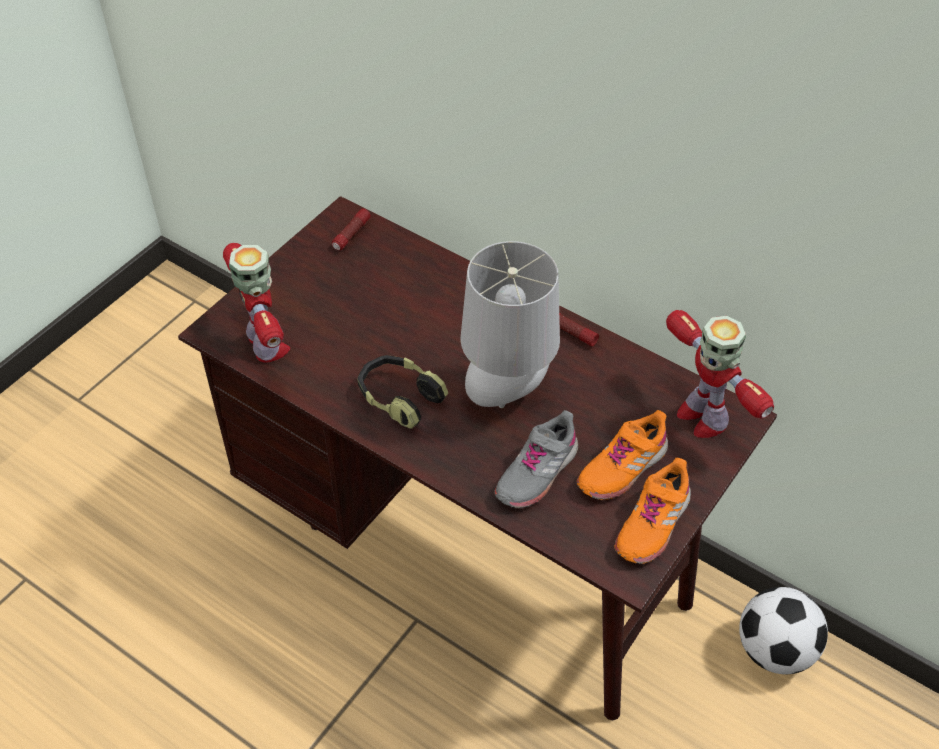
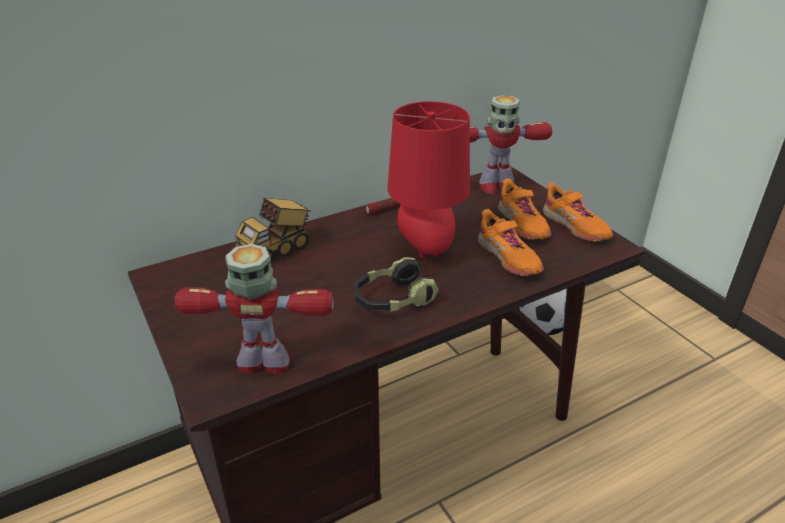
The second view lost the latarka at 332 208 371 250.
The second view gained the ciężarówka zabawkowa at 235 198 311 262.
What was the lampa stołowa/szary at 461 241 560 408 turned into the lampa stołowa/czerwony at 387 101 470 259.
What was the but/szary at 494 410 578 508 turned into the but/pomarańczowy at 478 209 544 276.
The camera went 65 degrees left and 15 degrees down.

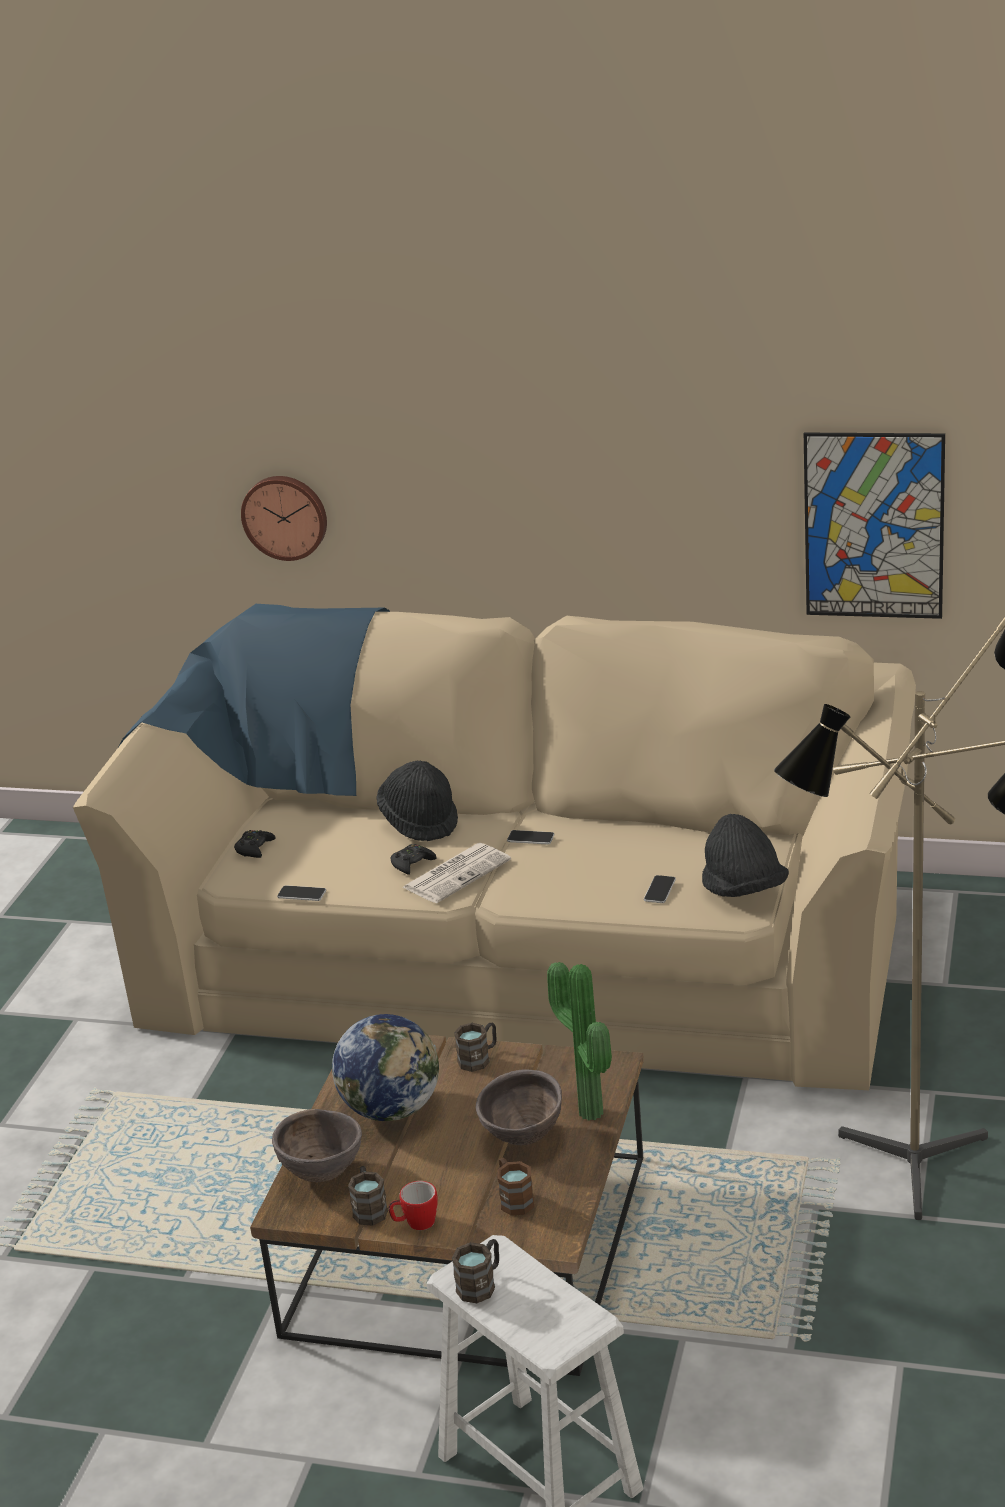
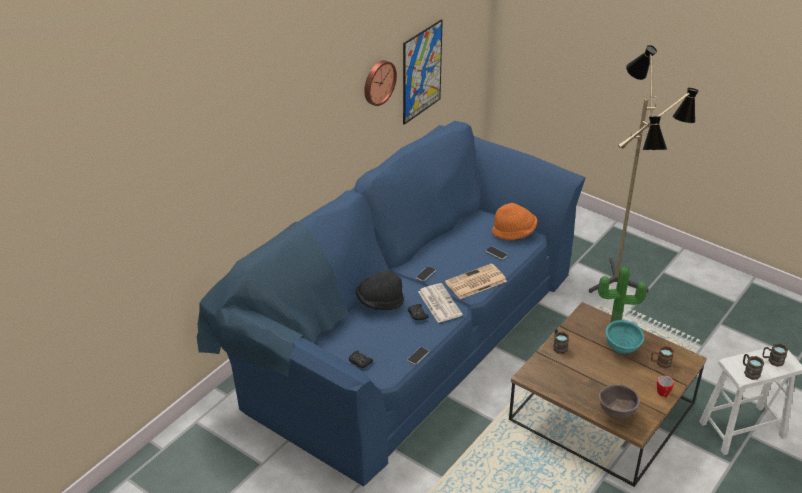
The second view lost the globus at 332 1014 439 1121.
The second view gained the gazeta at 445 263 507 299.
The zegar ścienny ended up elsewhere, having gone from 241 476 327 561 to 364 60 397 106.
The kubek/brązowy ended up elsewhere, having gone from 348 1166 388 1226 to 763 343 788 367.
What was the kanapa/beżowy at 73 604 916 1090 turned into the kanapa/niebieski at 197 121 586 487.
What was the miska/brązowy at 475 1069 562 1145 turned into the miska/turkusowy at 605 320 644 354.
What was the kapelusz/czarny at 702 814 789 897 turned into the kapelusz/pomarańczowy at 492 203 537 240.
The camera went 70 degrees left and 10 degrees up.

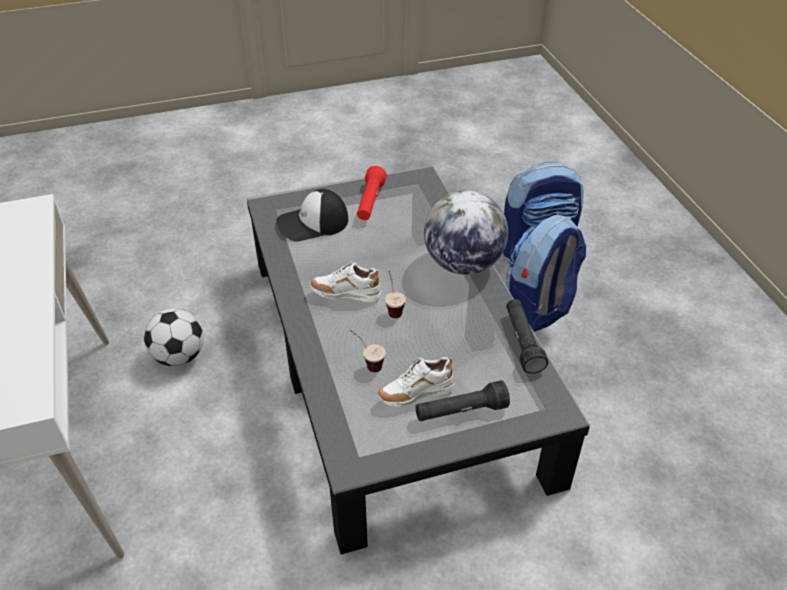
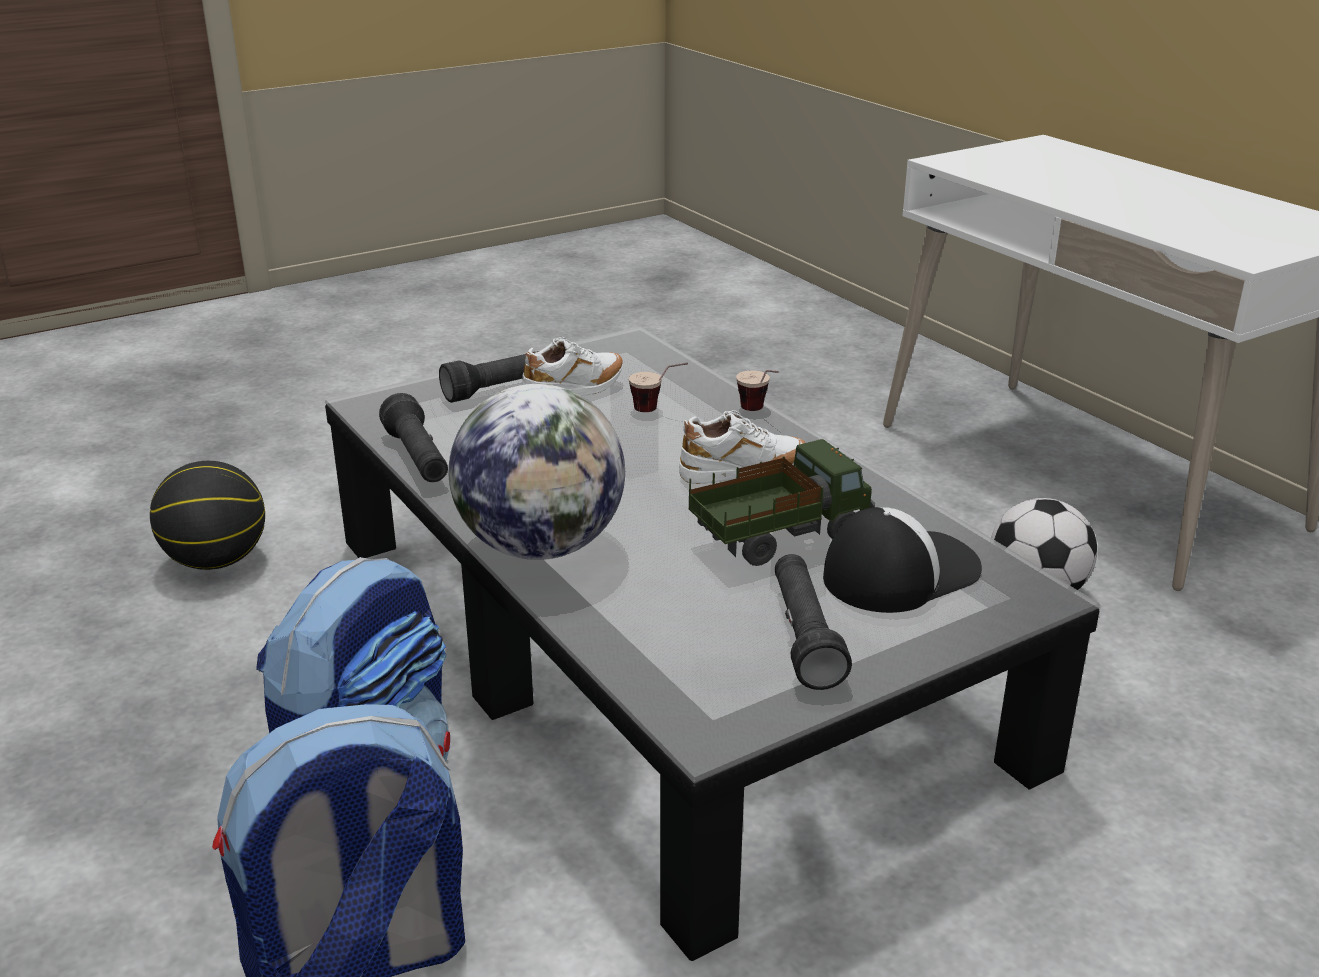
The second view gained the piłka do koszykówki at 150 461 265 570.
The second view gained the ciężarówka zabawkowa at 688 439 875 566.
The filiżanka ended up elsewhere, having gone from 385 271 406 318 to 736 370 779 411.
What was the latarka/czerwony at 357 166 387 220 turned into the latarka/czarny at 775 554 852 690.
The camera went 165 degrees right and 15 degrees down.

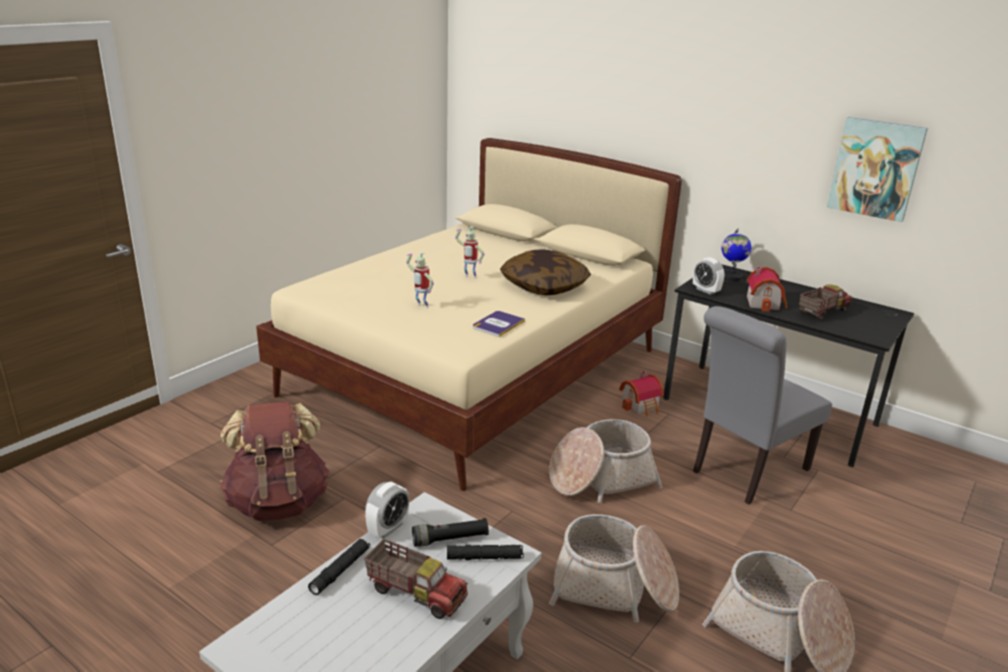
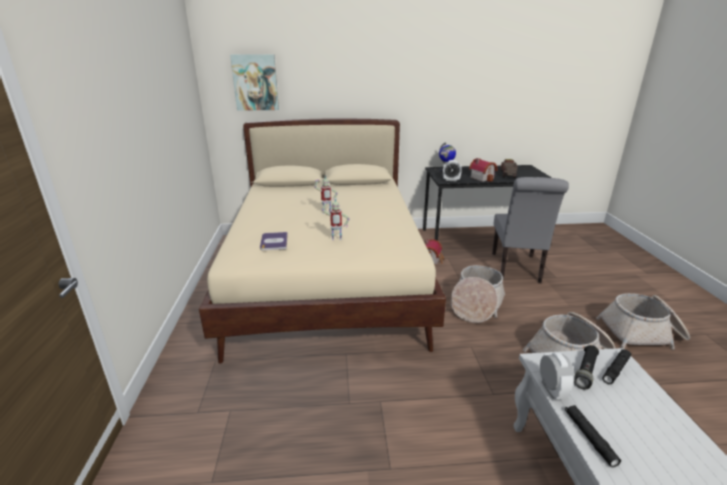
The second view lost the plecak/brązowy at 220 401 330 521.
The second view lost the ciężarówka zabawkowa at 364 539 468 619.
The second view lost the poduszka at 500 250 591 295.
The książka ended up elsewhere, having gone from 473 311 525 337 to 260 232 288 250.
The obraz ended up elsewhere, having gone from 827 117 928 222 to 230 54 279 111.
The camera went 40 degrees left and 0 degrees up.

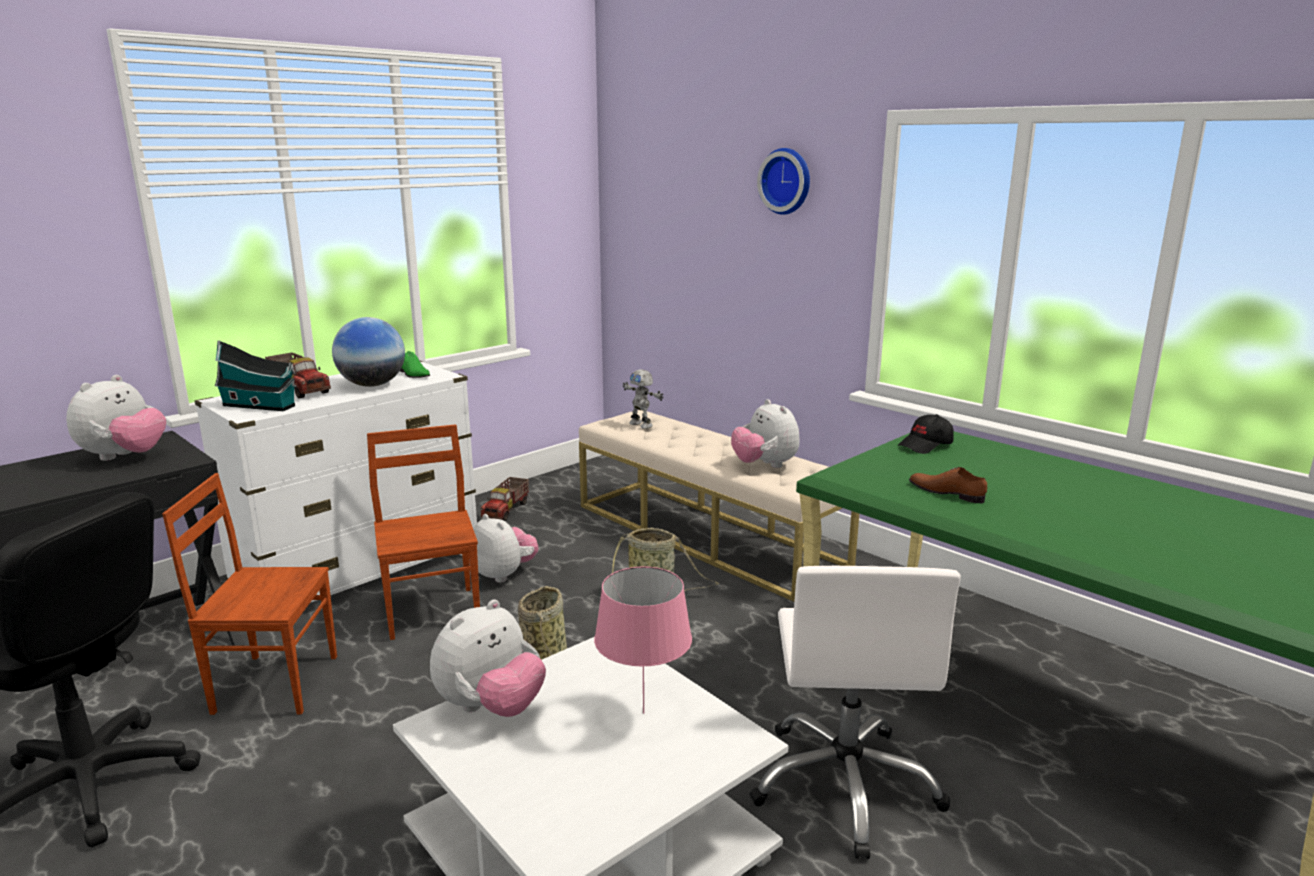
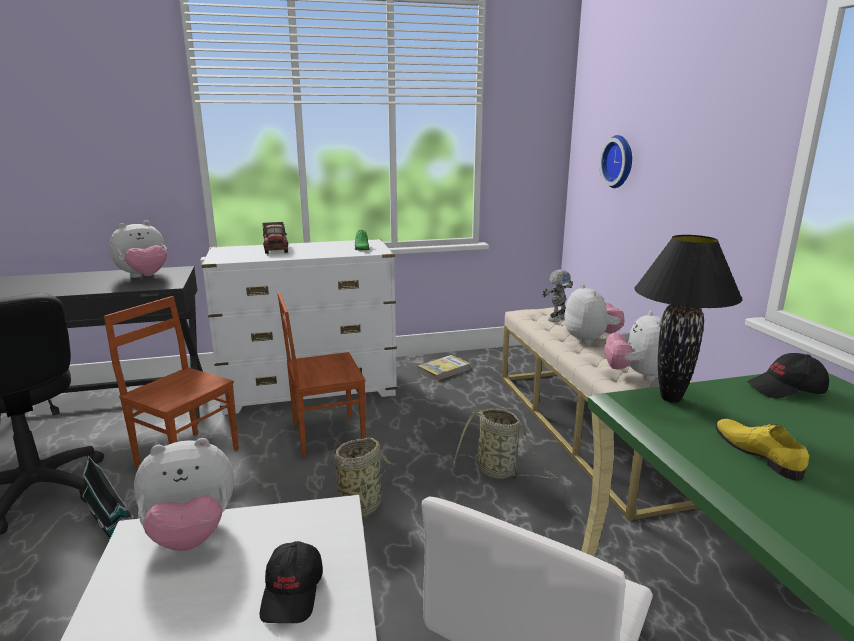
The second view lost the globus at 332 317 405 387.
The second view gained the lampa stołowa/czarny at 634 235 743 403.
The domek ended up elsewhere, having gone from 215 340 297 411 to 82 456 135 538.
The pluszak ended up elsewhere, having gone from 473 514 538 583 to 564 284 625 344.
The zegar ścienny ended up elsewhere, having gone from 757 148 810 215 to 599 135 632 188.
Where the ciężarówka zabawkowa stood at 481 477 529 521, the książka came to stand at 418 355 470 381.
Where the lampa stołowa/różowy stood at 594 566 692 714, the czapka z daszkiem/czarny came to stand at 260 541 323 623.
What was the but/brązowy at 909 467 987 503 turned into the but/żółty at 715 419 809 481.
The krzesło/brązowy at 367 424 480 640 ended up facing another way, 120 degrees counterclockwise from before.
The robot zabawkowy at 623 369 664 429 ended up facing another way, 120 degrees counterclockwise from before.
The camera went 30 degrees right and 0 degrees up.

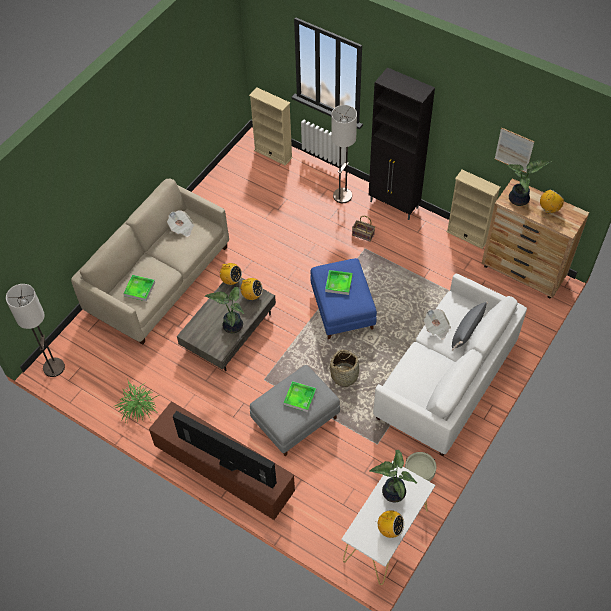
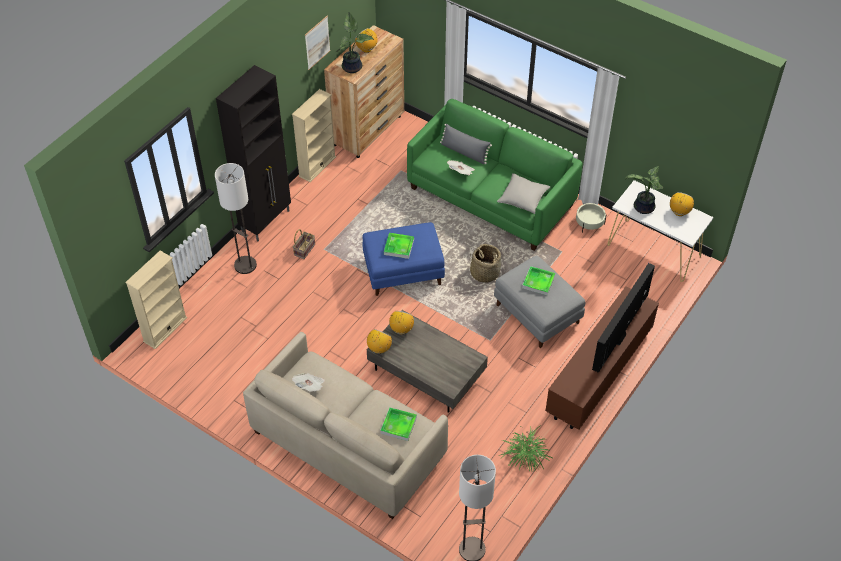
The second view lost the roślina doniczkowa at 205 286 244 333.
The second view gained the poduszka/szary at 497 173 550 214.
What was the kanapa/biały at 373 274 527 456 turned into the kanapa/zielony at 407 99 582 251.
The camera went 90 degrees left and 5 degrees down.

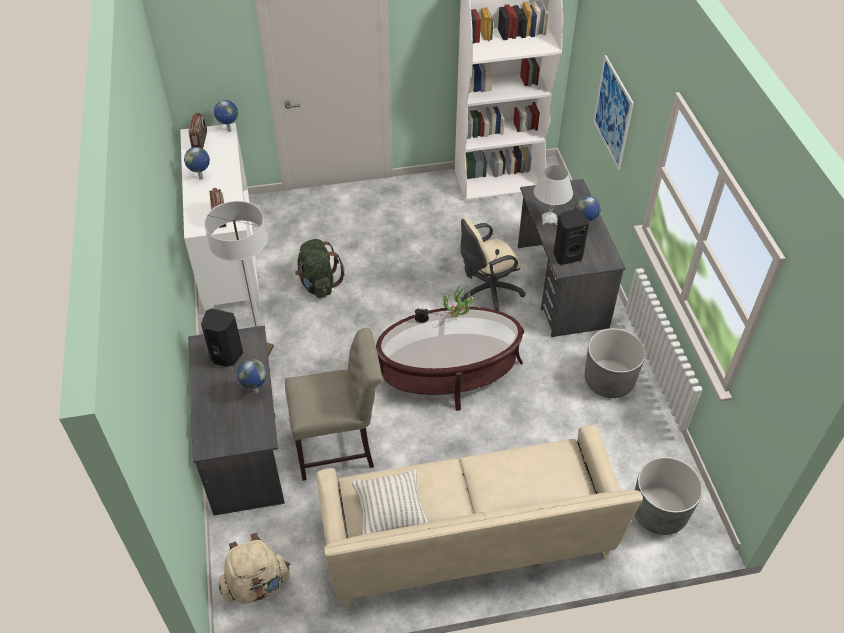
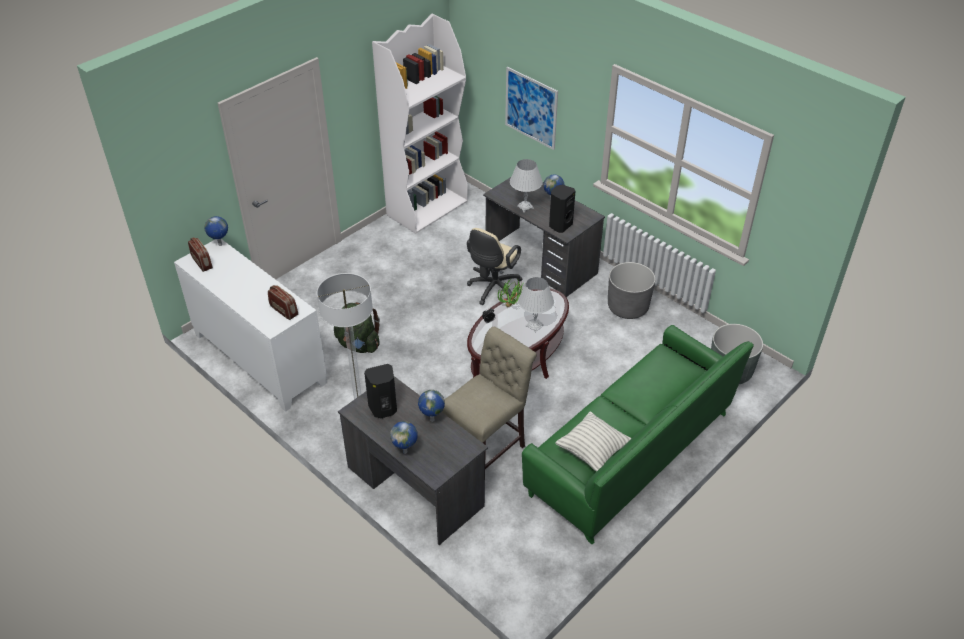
The second view lost the plecak/beżowy at 219 533 290 604.
The second view gained the lampa stołowa/biały at 518 277 554 332.
The globus ended up elsewhere, having gone from 184 147 210 180 to 390 421 418 454.
What was the kanapa/beżowy at 317 425 643 606 turned into the kanapa/zielony at 522 325 754 544.
The camera went 35 degrees left and 5 degrees down.

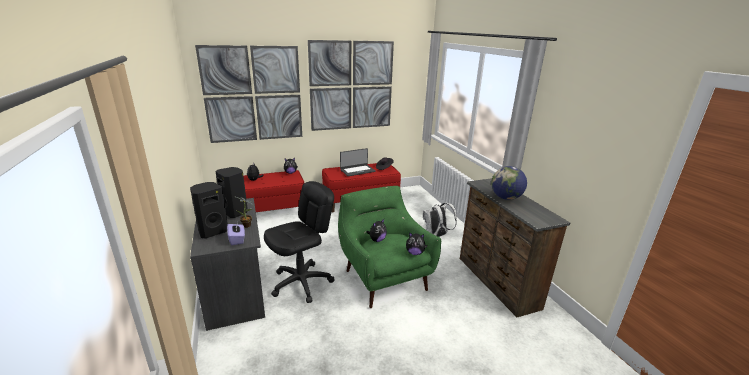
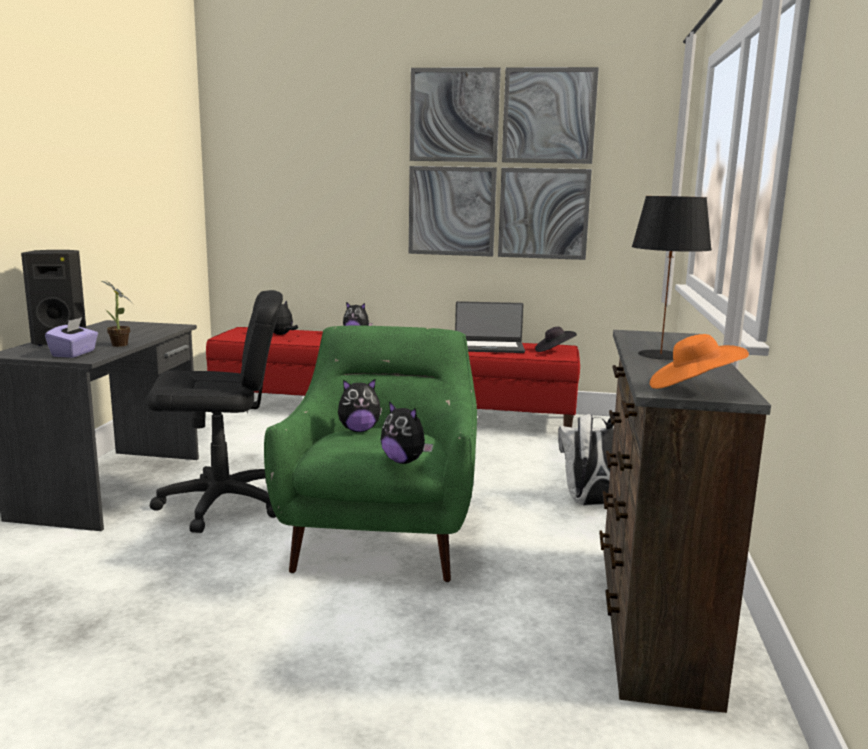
The second view lost the obraz at 195 45 302 143.
The second view lost the głośnik/czarny at 215 167 248 218.
The second view gained the kapelusz/pomarańczowy at 650 334 749 389.
Where the globus stood at 491 166 527 200, the lampa stołowa/czarny came to stand at 632 196 712 360.
The camera went 30 degrees right and 10 degrees down.

